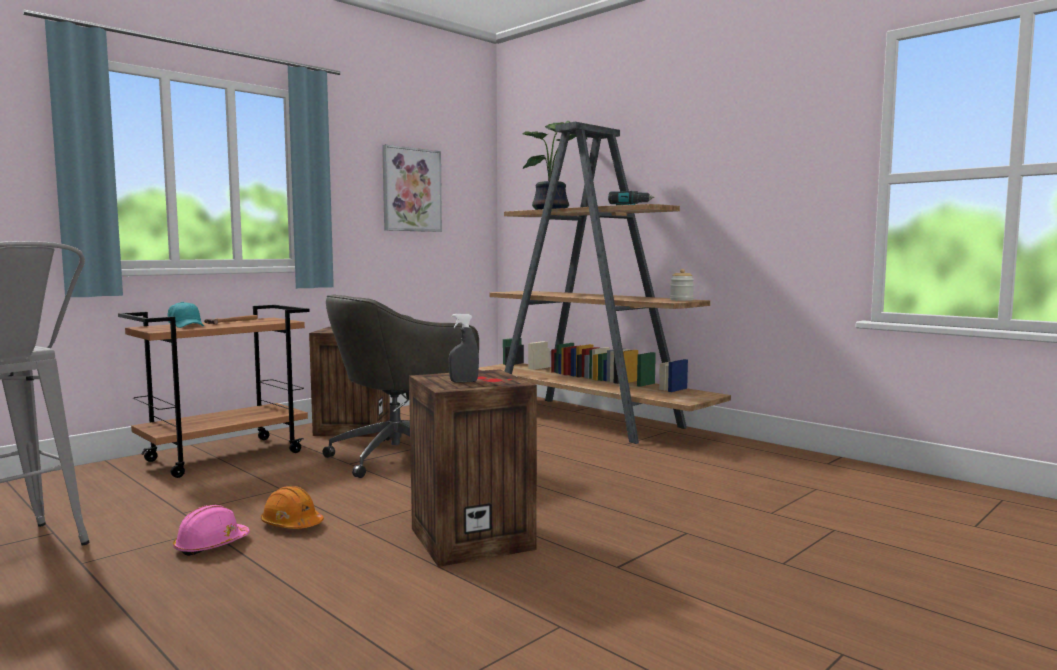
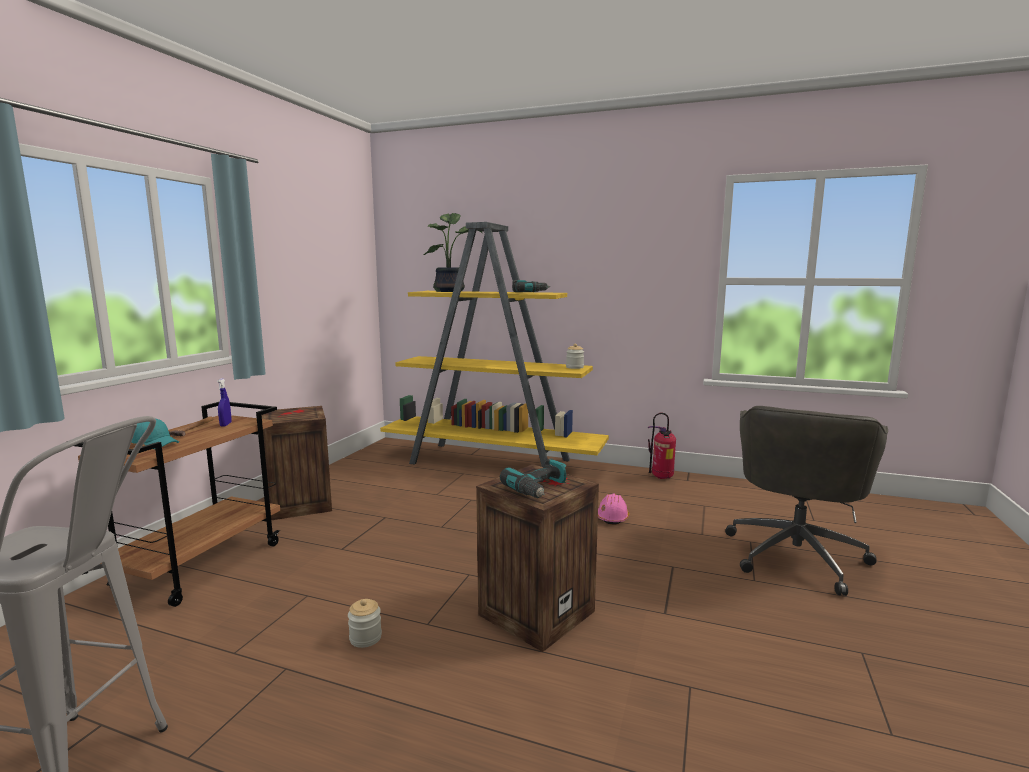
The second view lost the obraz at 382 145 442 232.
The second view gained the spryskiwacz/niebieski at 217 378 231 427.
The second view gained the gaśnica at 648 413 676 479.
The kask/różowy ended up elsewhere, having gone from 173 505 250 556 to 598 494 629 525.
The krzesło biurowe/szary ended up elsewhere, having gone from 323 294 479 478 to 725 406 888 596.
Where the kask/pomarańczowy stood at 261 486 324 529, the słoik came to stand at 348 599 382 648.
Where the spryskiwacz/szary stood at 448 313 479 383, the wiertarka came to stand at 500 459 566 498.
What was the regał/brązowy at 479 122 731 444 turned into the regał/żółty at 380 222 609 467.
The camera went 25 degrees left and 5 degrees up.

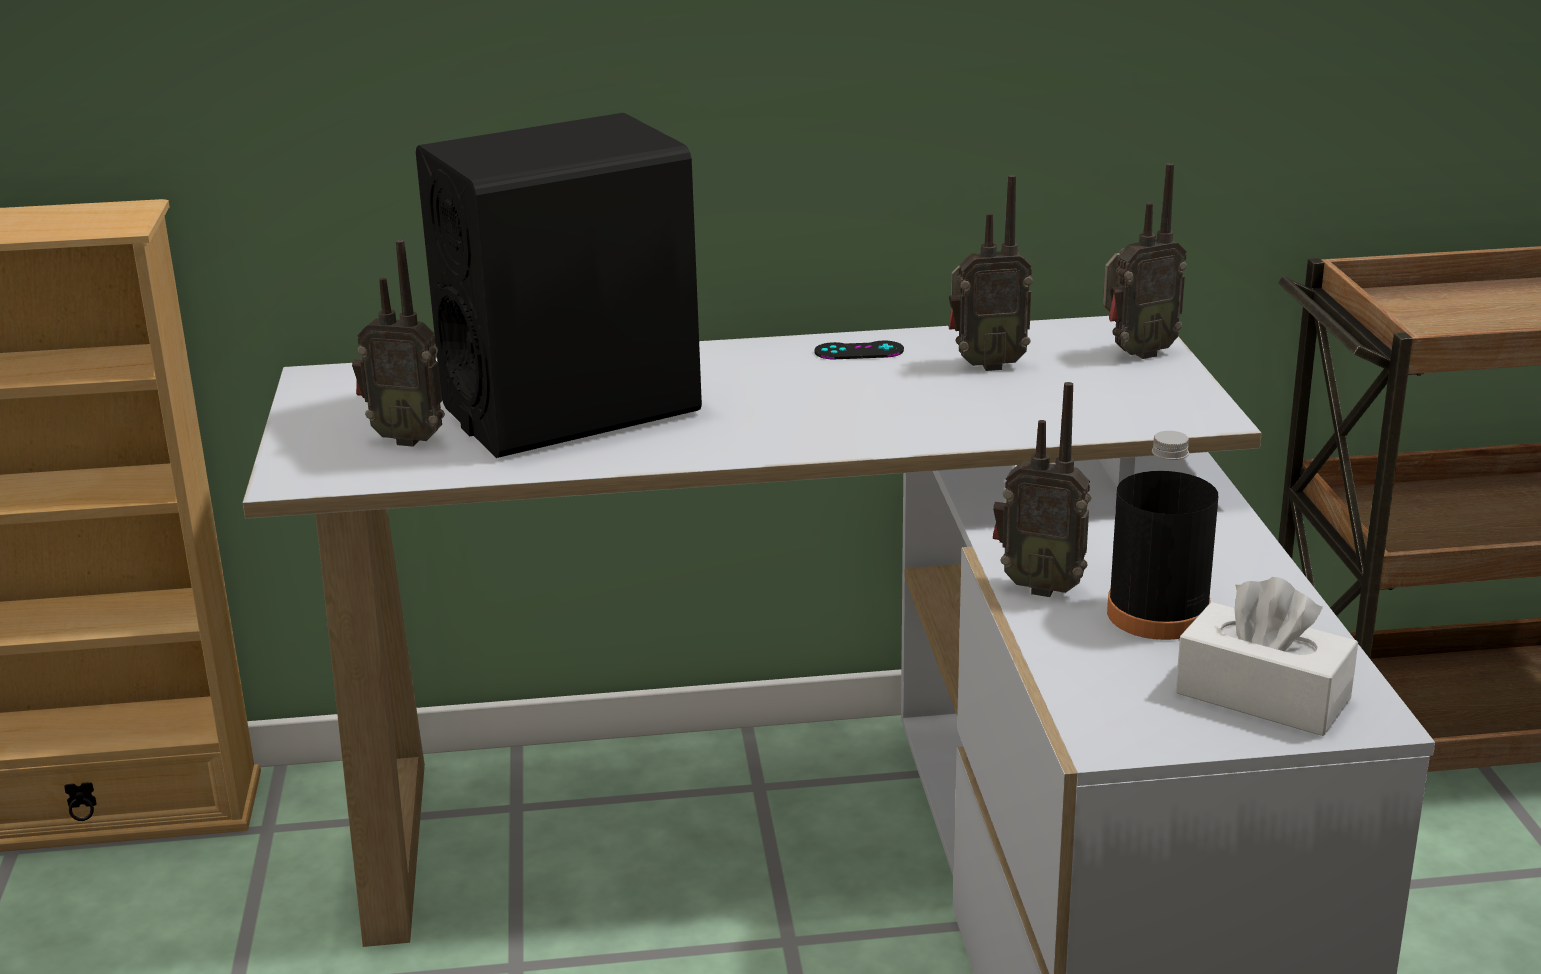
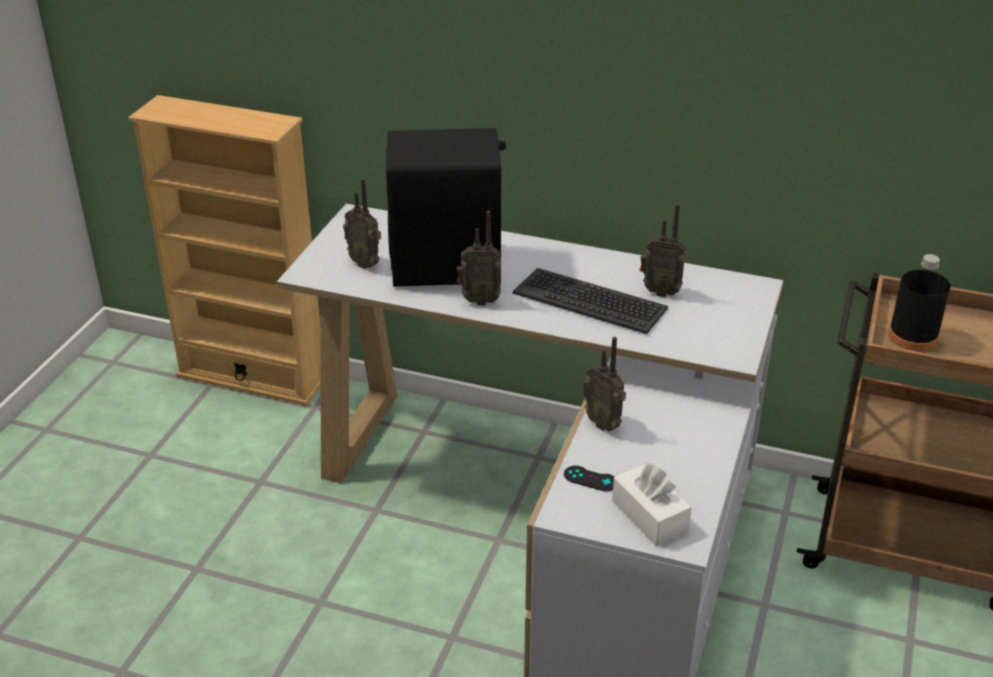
The second view gained the klawiatura at 512 268 668 334.
The pad do gier/czarny ended up elsewhere, having gone from 814 341 904 359 to 564 466 614 491.
The radio ended up elsewhere, having gone from 1103 163 1187 359 to 457 211 501 305.
The butelka/czarny ended up elsewhere, having gone from 1107 431 1218 640 to 888 254 951 351.
The camera went 25 degrees right and 10 degrees up.

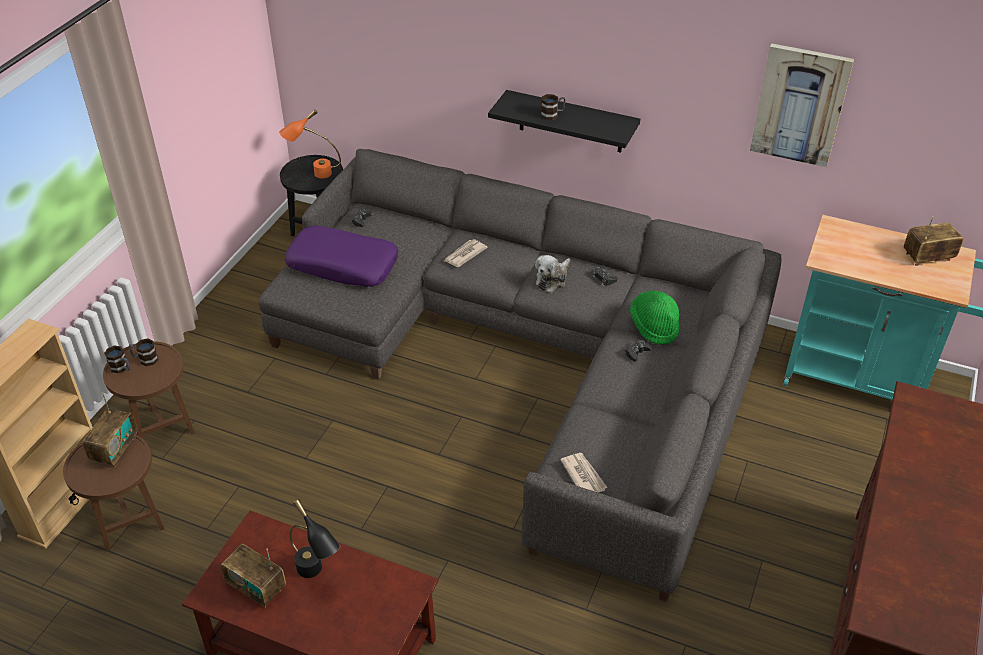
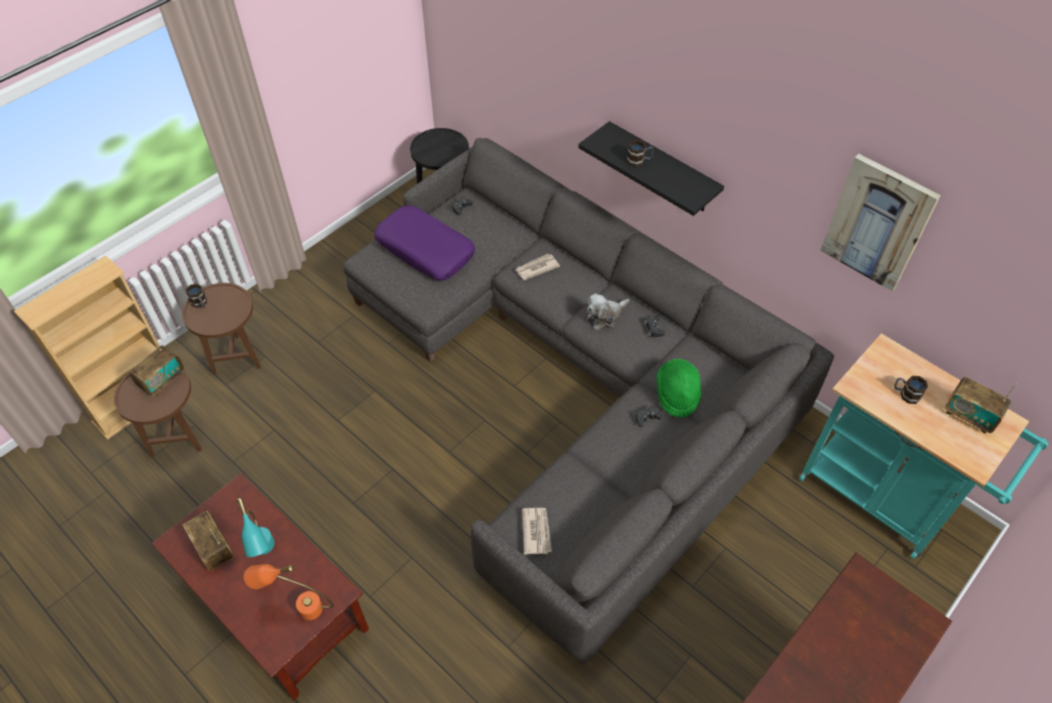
The kubek ended up elsewhere, having gone from 129 339 158 366 to 894 376 928 404.
The lampa stołowa/pomarańczowy ended up elsewhere, having gone from 279 109 341 179 to 244 564 334 620.
What was the lampa stołowa/czarny at 289 499 340 578 turned into the lampa stołowa/turkusowy at 236 498 275 557.
The radio at 904 216 963 266 ended up facing another way, 150 degrees counterclockwise from before.
The camera went 20 degrees right and 10 degrees up.

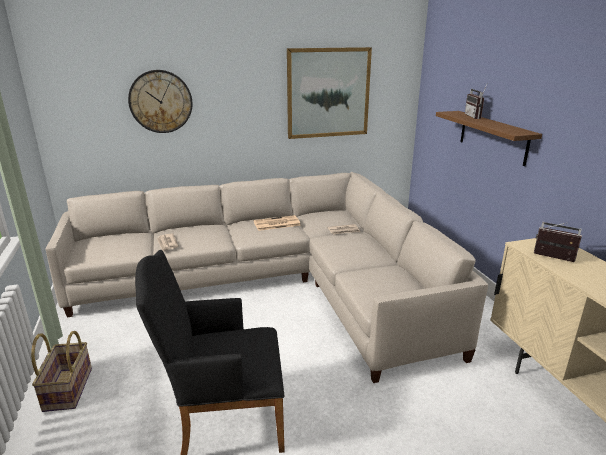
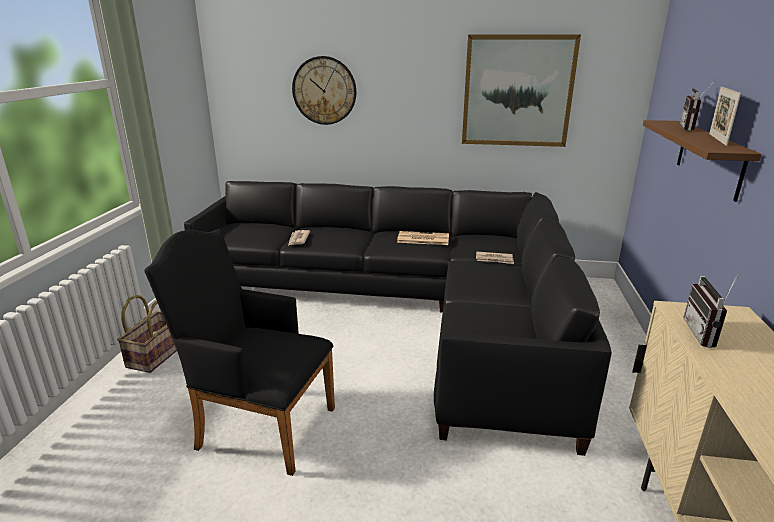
The second view gained the ramka na zdjęcie at 709 87 741 146.
What was the kanapa/beżowy at 46 172 488 383 turned into the kanapa/czarny at 184 181 612 456.
The radio at 534 222 582 262 ended up facing another way, 135 degrees counterclockwise from before.
The camera went 25 degrees right and 0 degrees up.

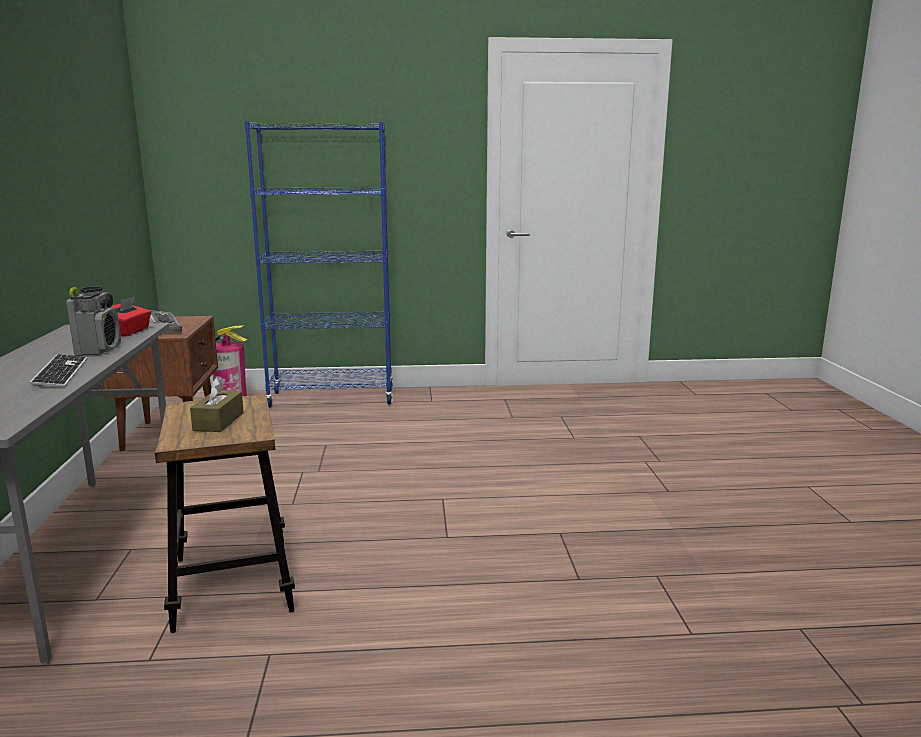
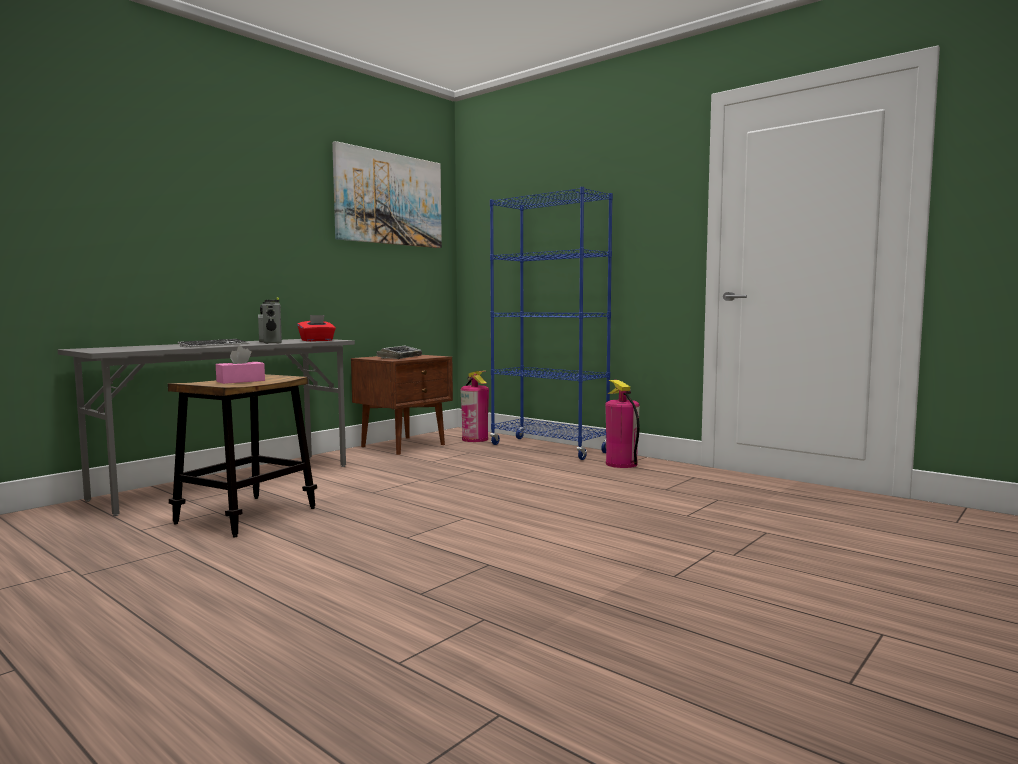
The second view gained the obraz at 332 141 442 248.
The second view gained the gaśnica at 605 380 640 468.
What was the pudełko chusteczek/brązowy at 190 377 244 432 turned into the pudełko chusteczek/różowy at 216 346 265 384.
The radio at 66 286 121 356 ended up facing another way, 120 degrees clockwise from before.
The camera went 45 degrees right and 10 degrees down.

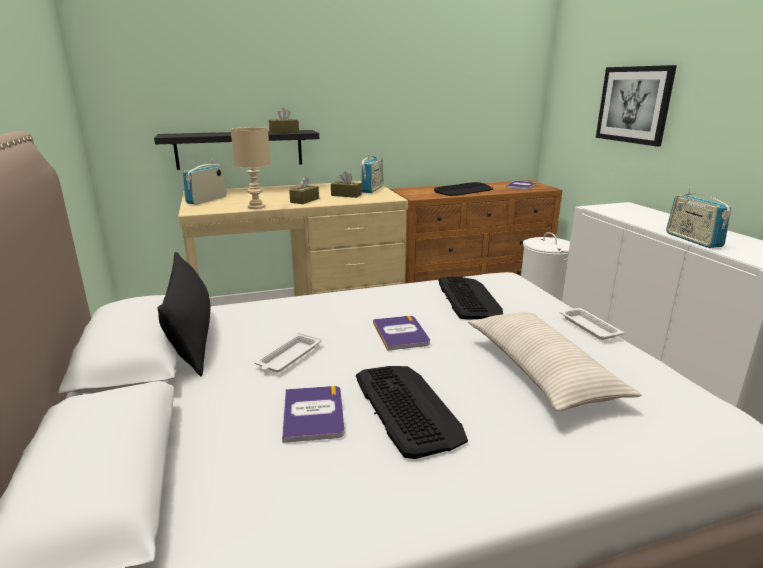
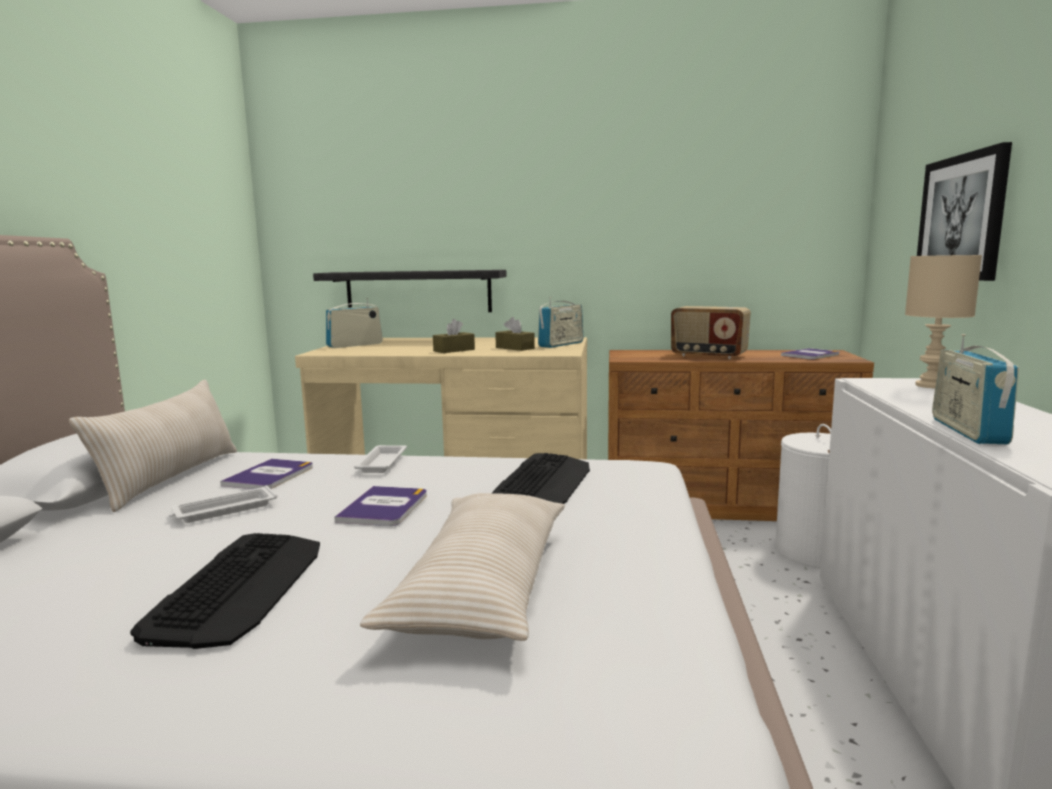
The second view lost the pudełko chusteczek/brązowy at 269 108 299 133.
The lampa stołowa/beżowy ended up elsewhere, having gone from 231 127 271 209 to 905 255 982 388.
The książka ended up elsewhere, having gone from 282 386 345 443 to 220 459 313 489.
The taca/biały ended up elsewhere, having gone from 560 308 625 340 to 354 445 407 473.
Where the klawiatura stood at 434 182 493 196, the radio came to stand at 671 306 751 359.
What was the poduszka/czarny at 158 252 210 376 turned into the poduszka/beżowy at 69 379 237 512.
The camera went 25 degrees right and 10 degrees down.

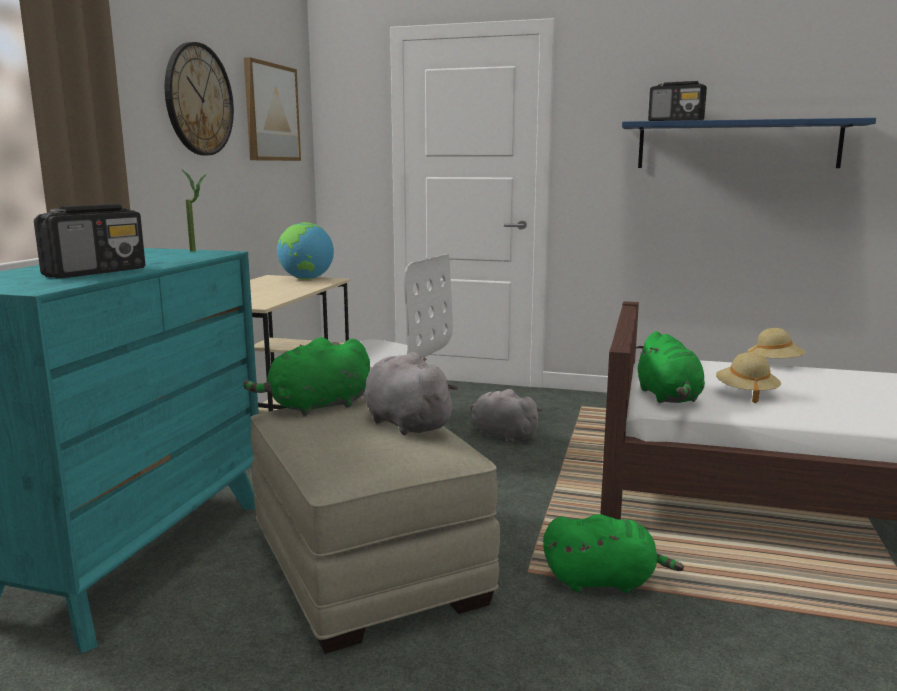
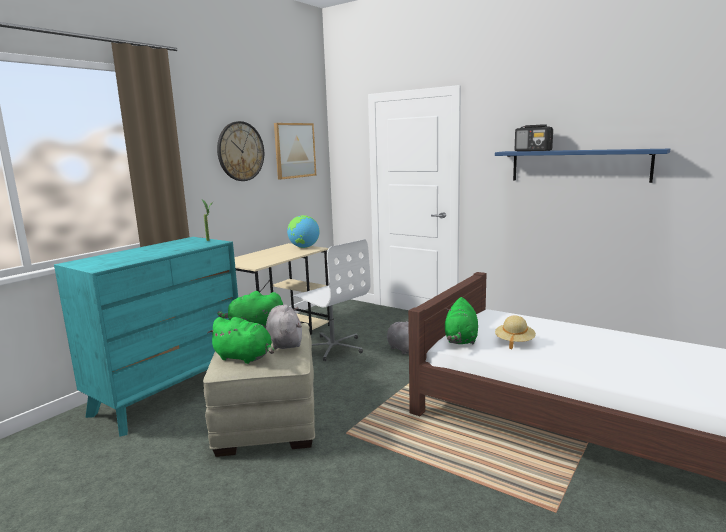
The second view lost the radio at 34 204 145 279.
The second view lost the kapelusz/beżowy at 748 328 805 358.
The pluszak/zielony ended up elsewhere, having gone from 543 514 684 593 to 207 317 274 364.
The camera went 20 degrees right and 0 degrees up.

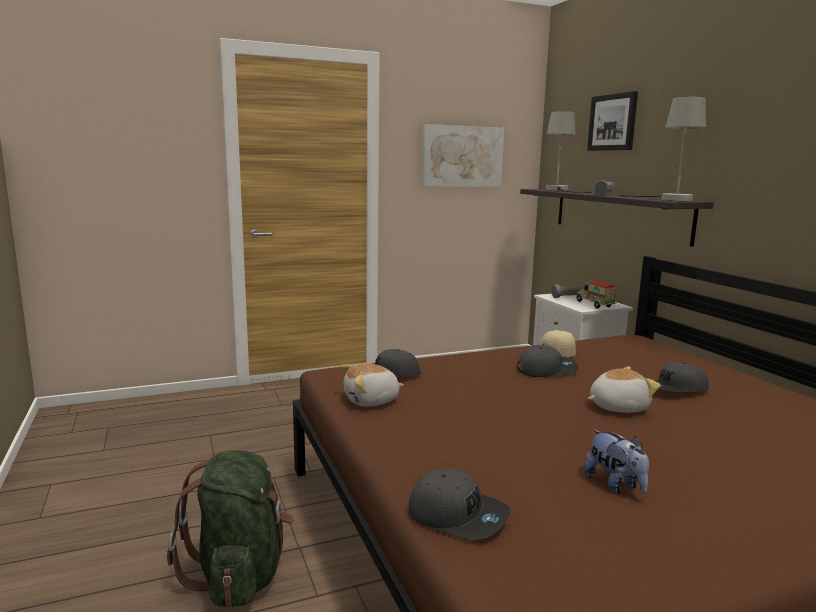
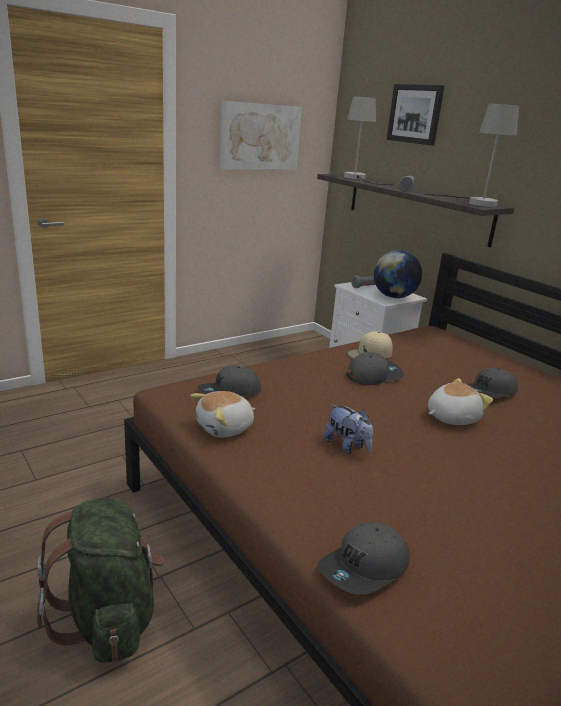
The pluszak ended up elsewhere, having gone from 584 429 649 494 to 324 404 373 454.
Where the ciężarówka zabawkowa stood at 575 280 616 309, the globus came to stand at 373 250 422 298.
The czapka z daszkiem/szary at 408 468 510 540 ended up facing another way, 120 degrees clockwise from before.
The camera went 15 degrees left and 10 degrees up.

